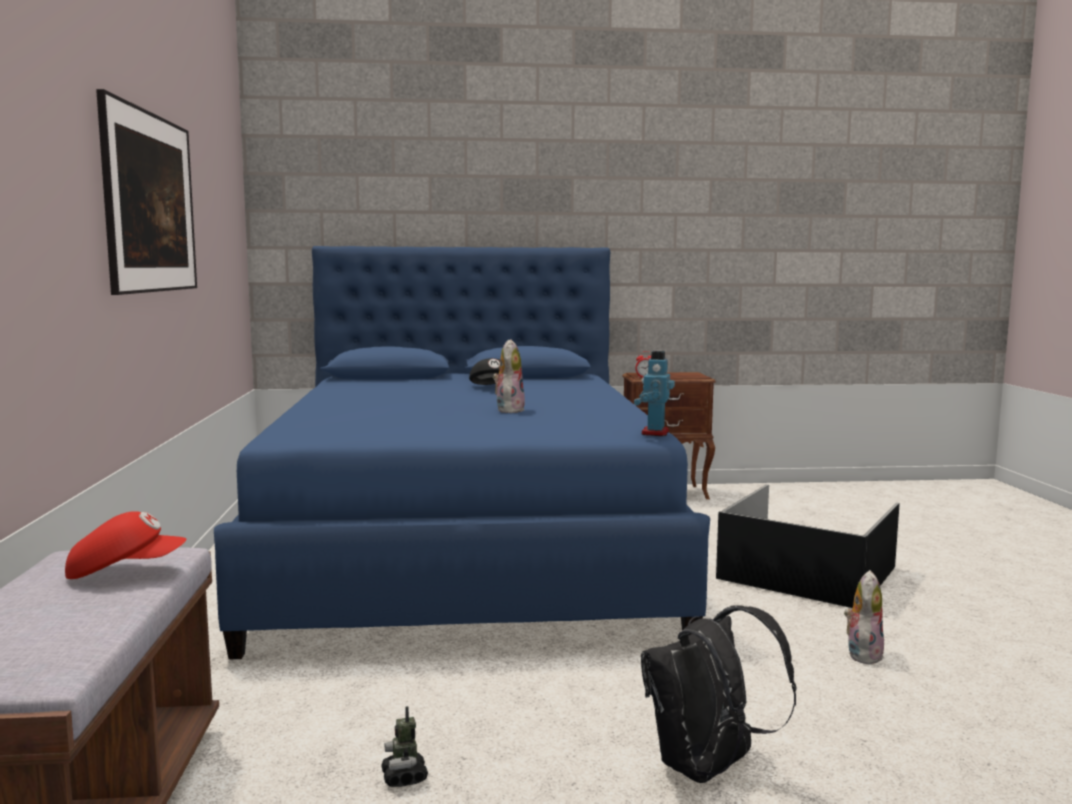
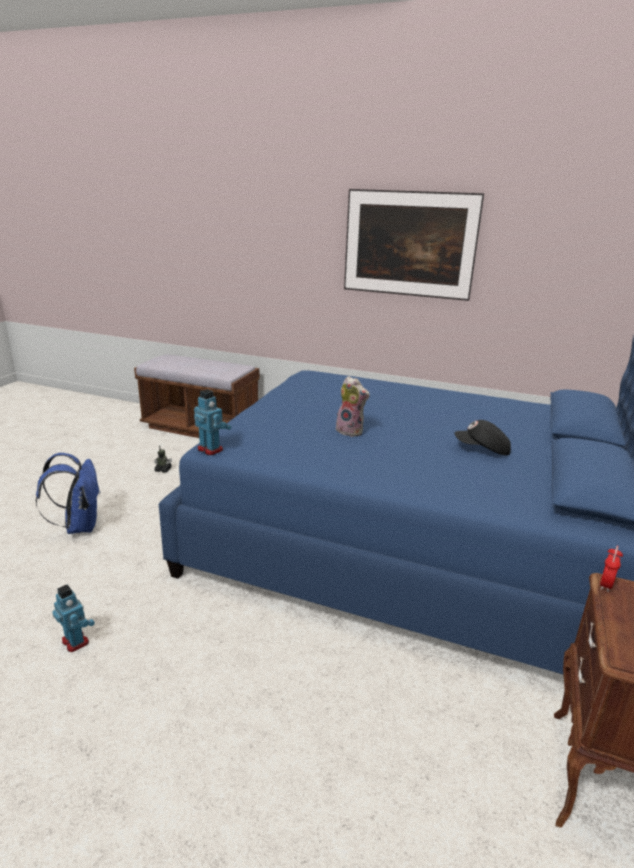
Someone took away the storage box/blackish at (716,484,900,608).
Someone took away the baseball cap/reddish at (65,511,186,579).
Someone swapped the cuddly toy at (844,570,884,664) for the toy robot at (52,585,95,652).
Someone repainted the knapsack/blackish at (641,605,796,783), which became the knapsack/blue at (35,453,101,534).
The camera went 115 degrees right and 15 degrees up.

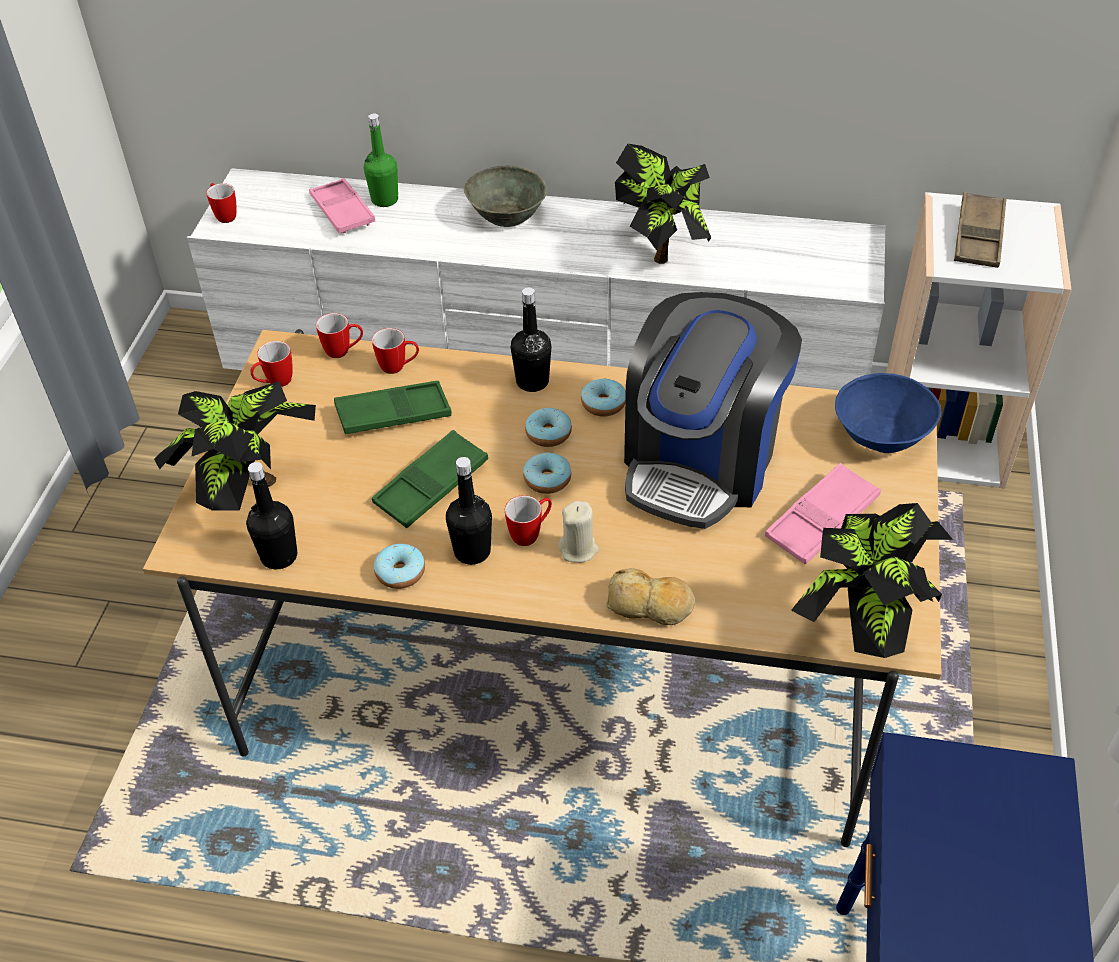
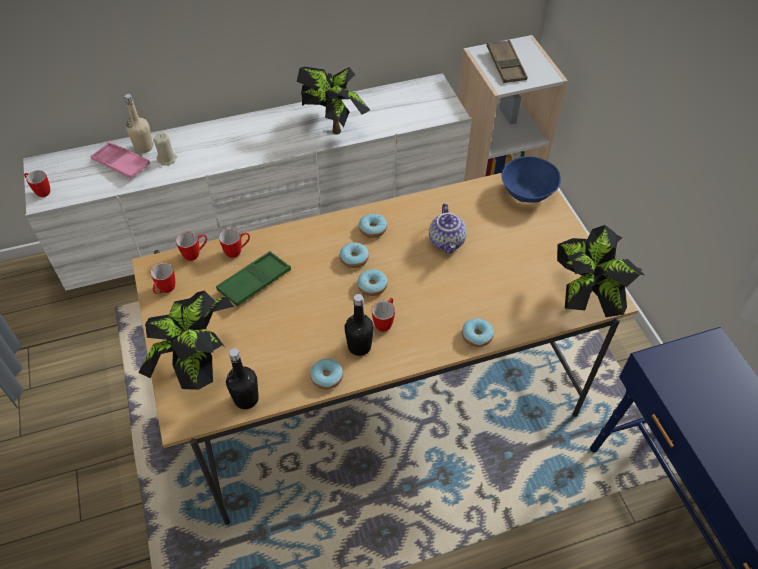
Someone repainted the beverage bottle/green-coloured at (364,114,398,207), which became the beverage bottle/beige at (124,94,153,153).
Someone took away the serving bowl/grey at (464,166,547,227).
Someone took away the beverage bottle/blackish at (511,288,551,392).
Someone swapped the coffee machine at (624,292,802,529) for the teapot at (429,203,467,254).
Someone took away the serving tray/green-coloured at (372,430,488,528).
Someone took away the serving tray/pink-coloured at (765,463,881,564).
Someone carried the wax light/beige from (559,501,599,563) to (153,132,177,166).
Someone swapped the bread at (607,568,695,625) for the doughnut at (462,318,494,347).
The camera went 30 degrees left and 5 degrees up.

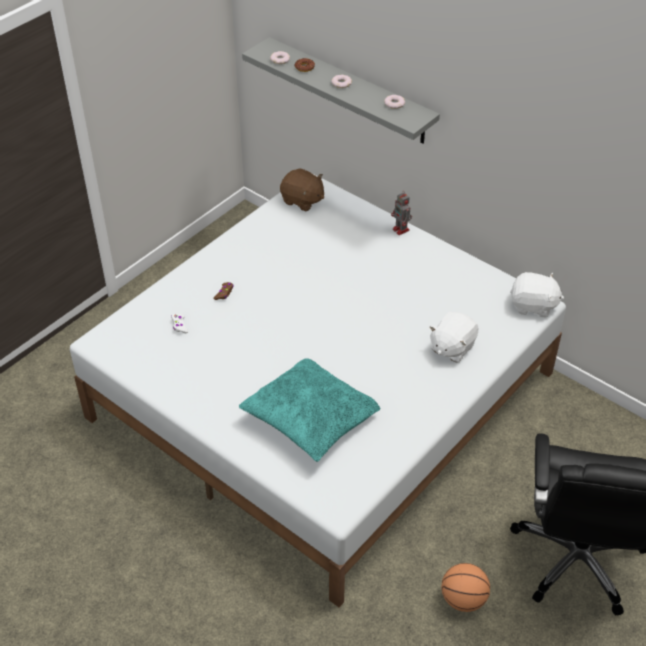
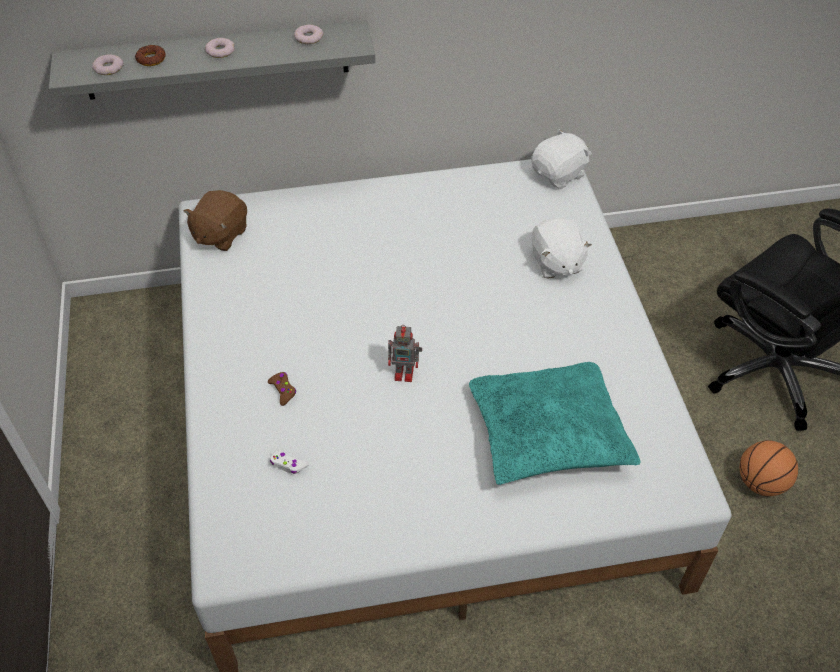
Someone rotated the cuddly toy/brownish at (280,168,324,211) by 135 degrees clockwise.
Someone carried the toy robot from (391,192,412,235) to (388,325,422,382).
The camera went 50 degrees left and 5 degrees up.

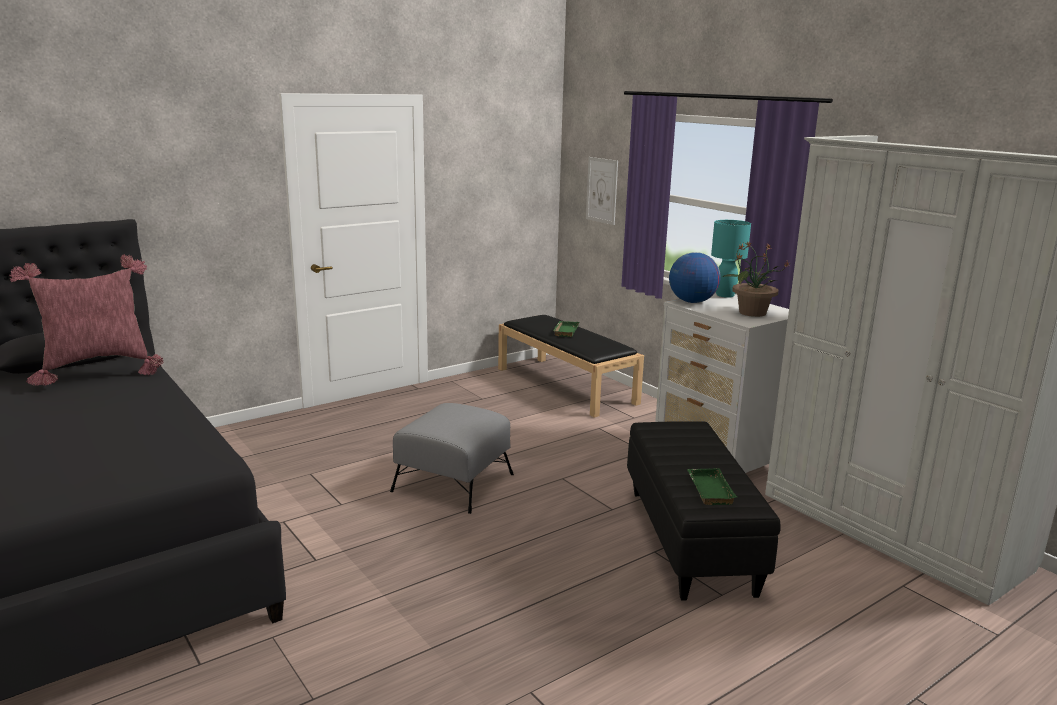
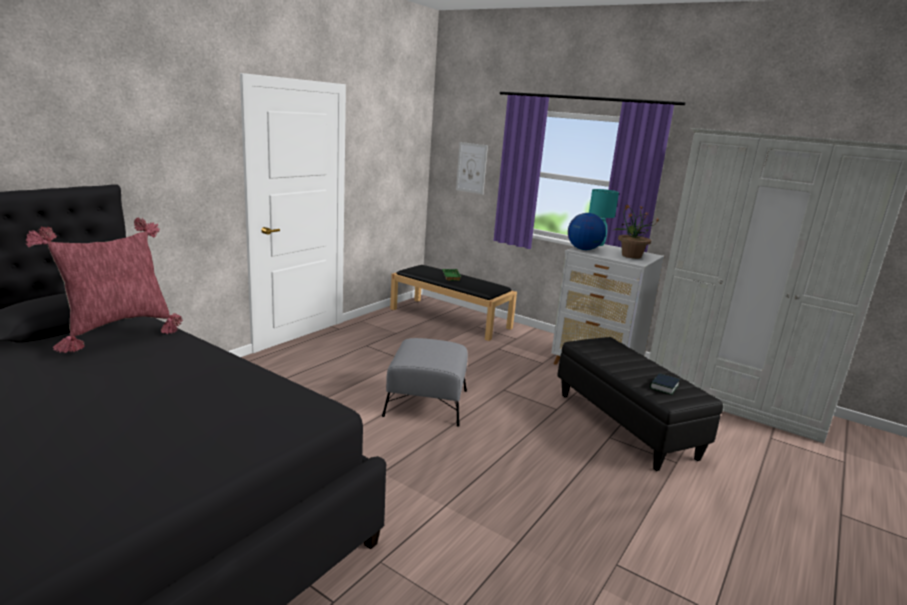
Someone swapped the serving tray/green-coloured at (687,468,737,505) for the book at (650,373,680,395).
The camera went 20 degrees left and 0 degrees up.

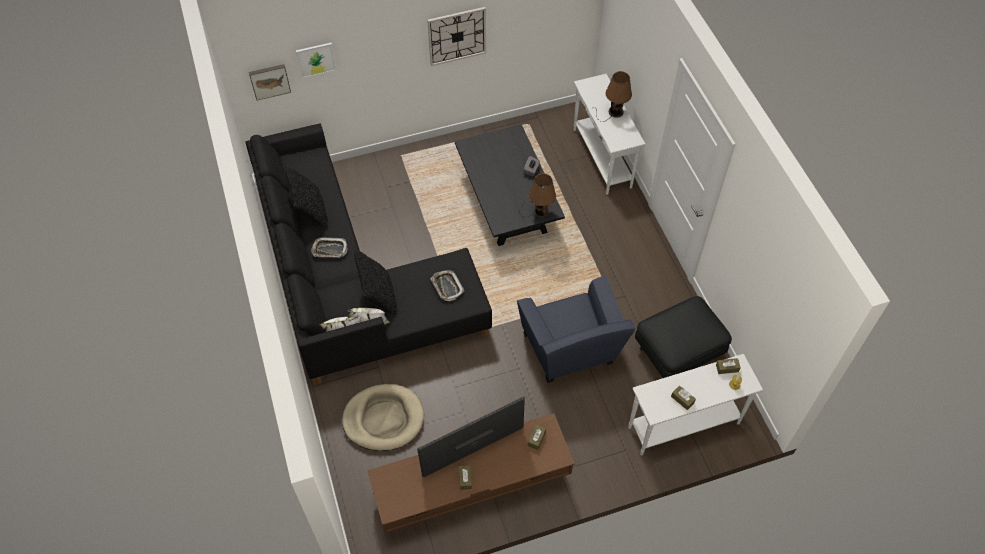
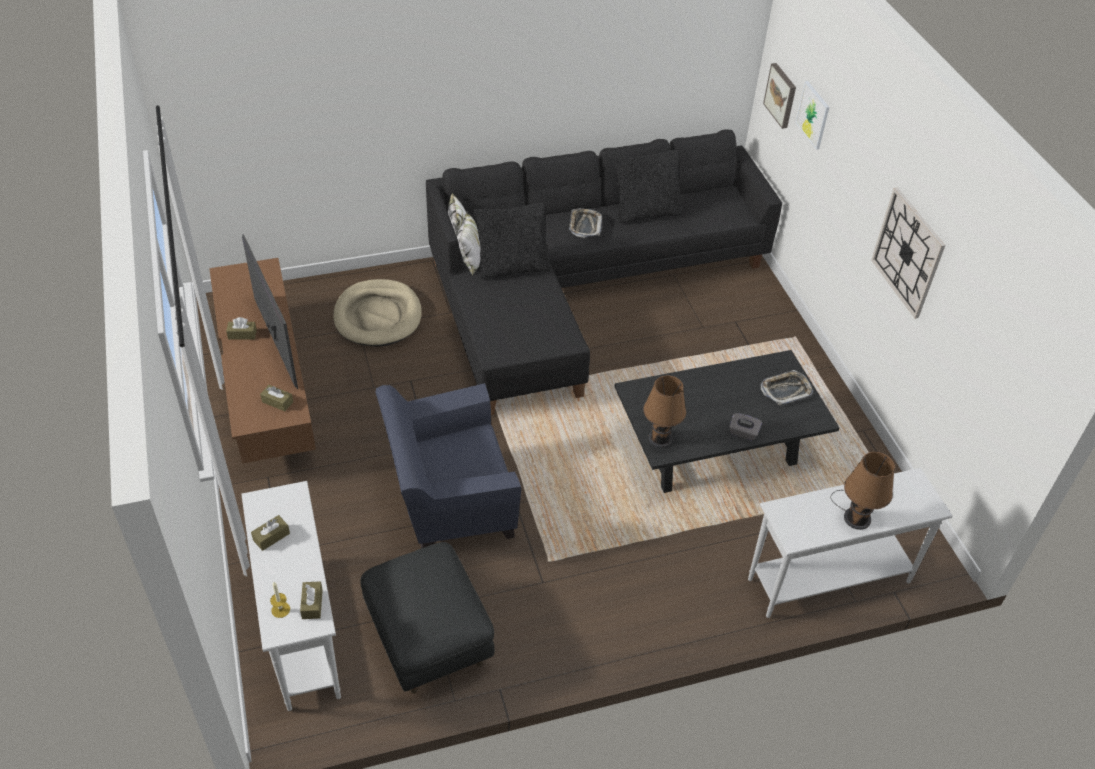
Someone carried the serving tray from (430,270,464,301) to (761,370,813,405).
The camera went 90 degrees right and 10 degrees down.

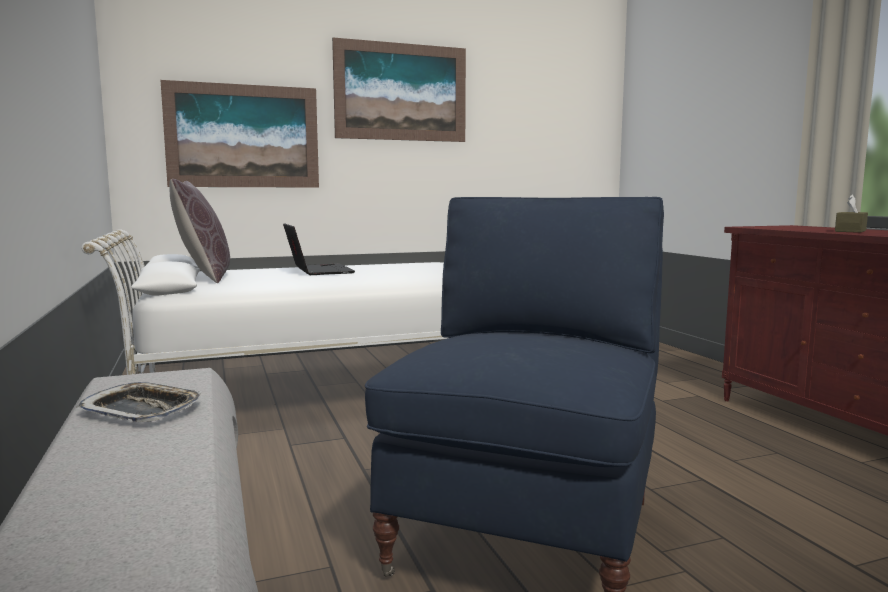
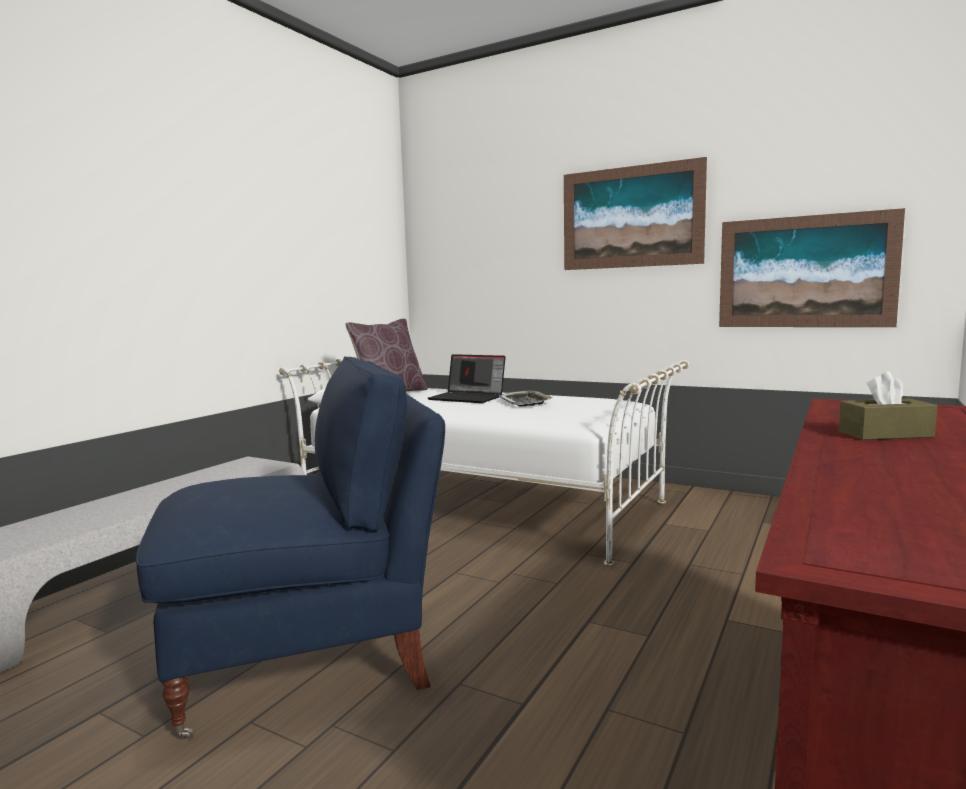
Someone carried the wall picture from (161,80,319,188) to (719,208,905,327).
Someone rotated the notebook computer at (283,223,355,275) by 90 degrees clockwise.
Someone carried the serving tray from (76,382,202,422) to (499,391,553,407).
The camera went 50 degrees right and 0 degrees up.

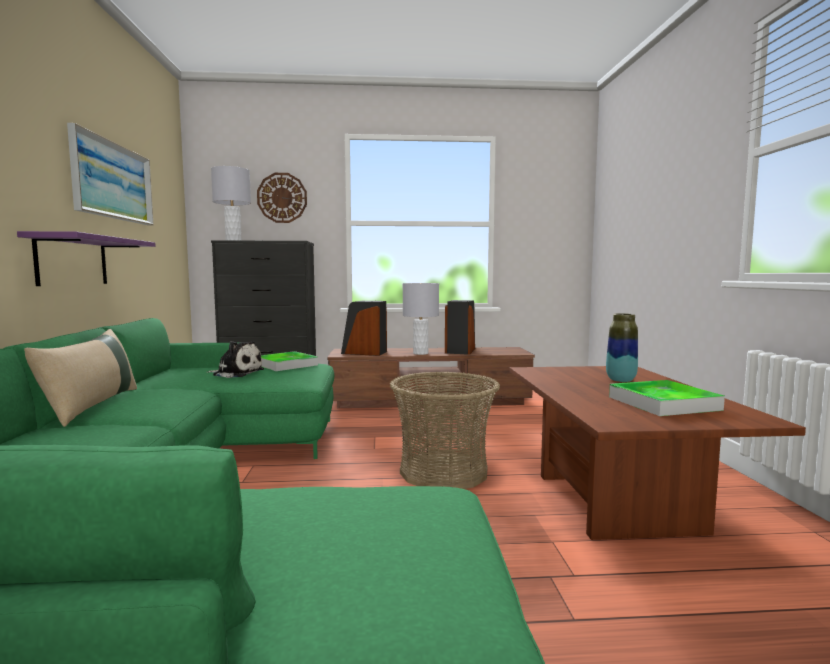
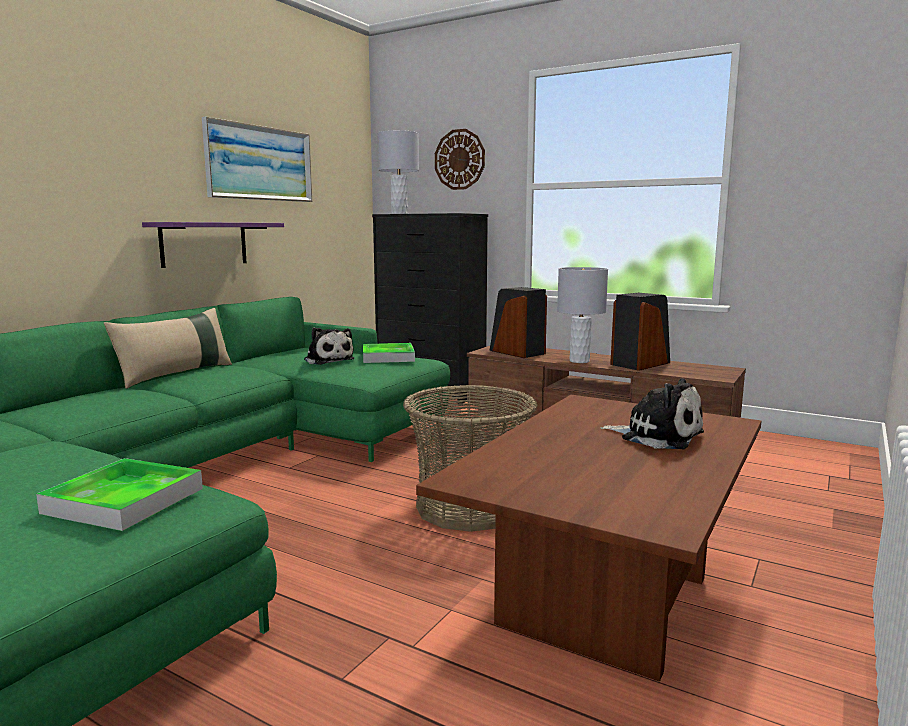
Someone swapped the decorative vase at (606,313,638,382) for the cuddly toy at (600,378,704,449).
Someone carried the serving tray from (609,380,725,416) to (36,458,203,531).
The camera went 35 degrees right and 5 degrees up.

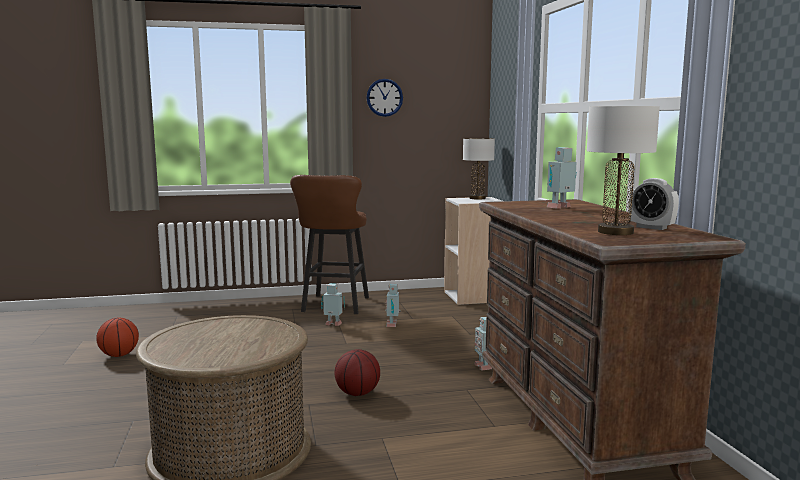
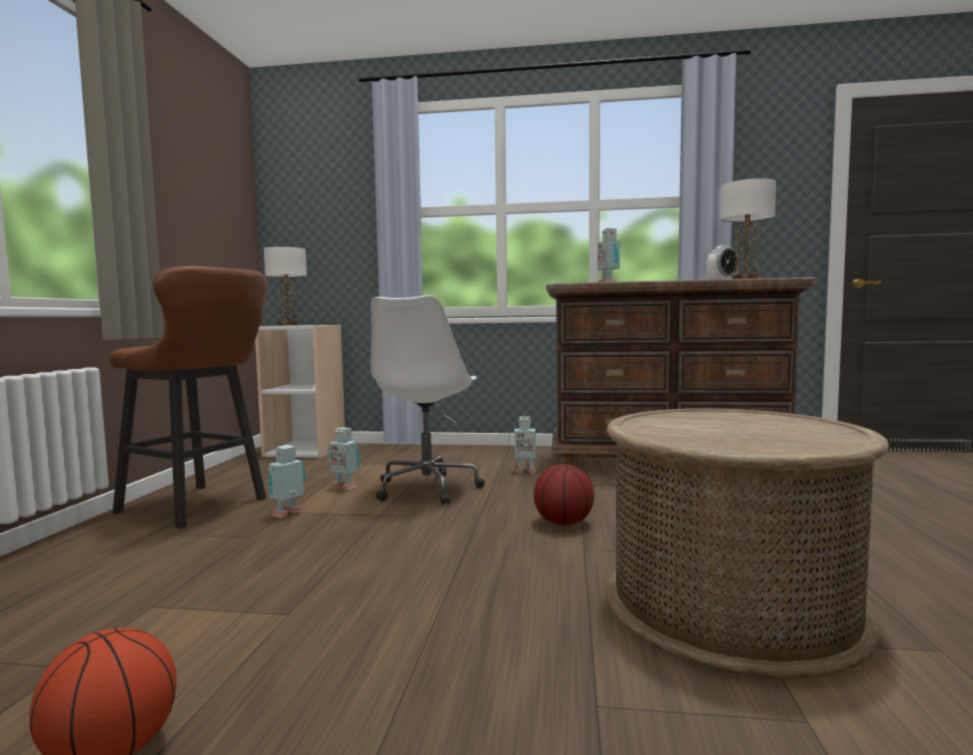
Someone took away the clock on the wall at (366,79,403,117).
Someone put down the computer chair/white-coloured at (371,295,485,505).
The camera went 70 degrees left and 5 degrees down.

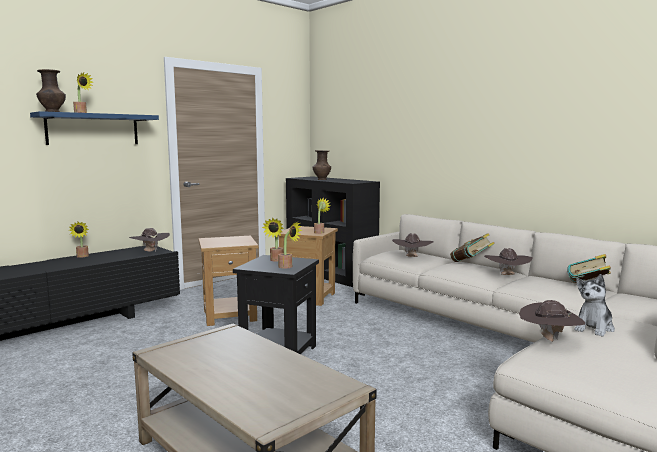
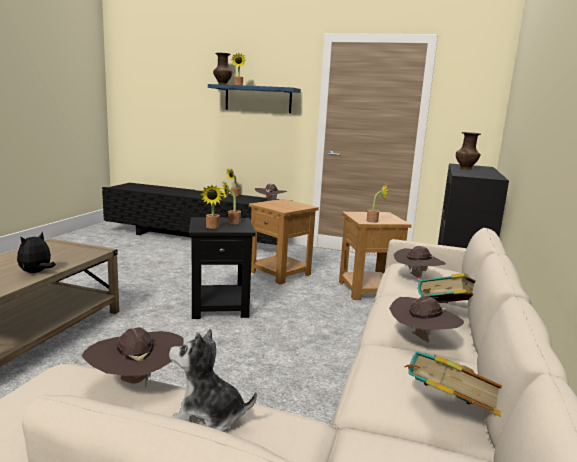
Someone put down the cuddly toy at (17,232,56,273).
The camera went 60 degrees right and 5 degrees up.

